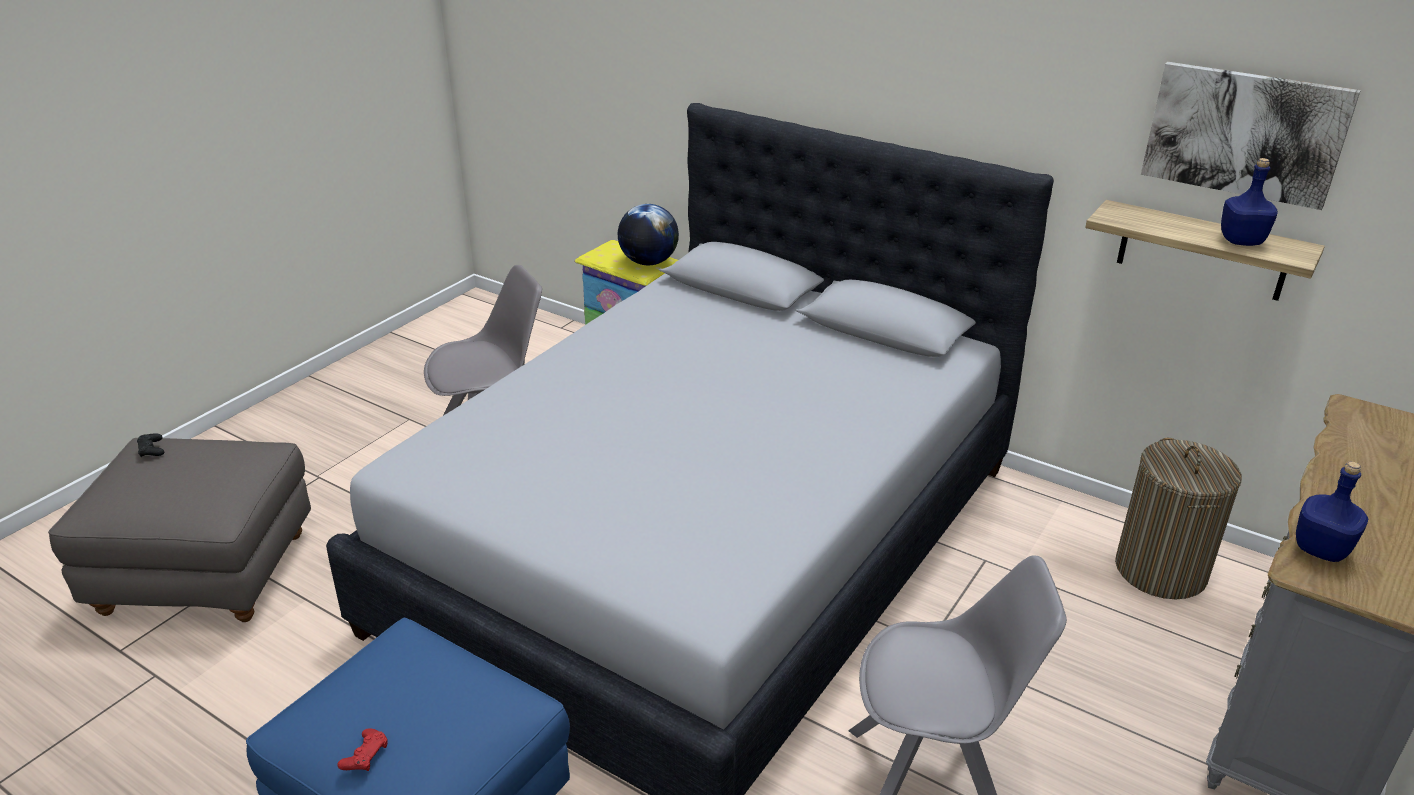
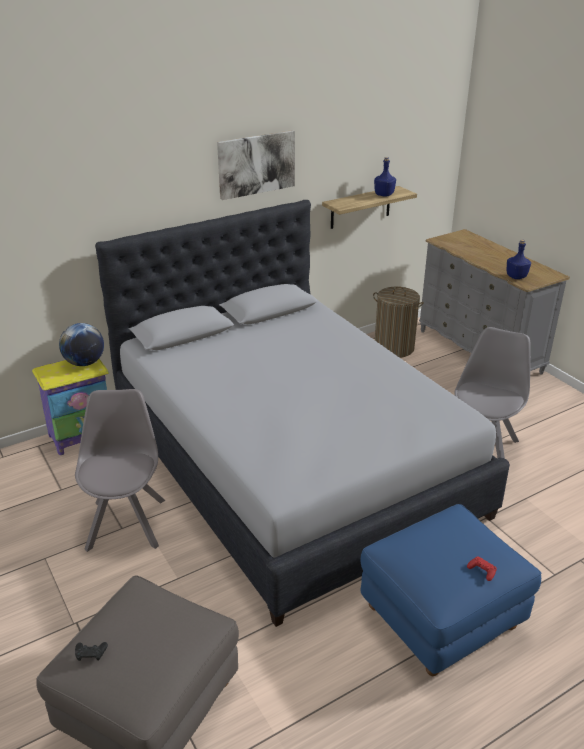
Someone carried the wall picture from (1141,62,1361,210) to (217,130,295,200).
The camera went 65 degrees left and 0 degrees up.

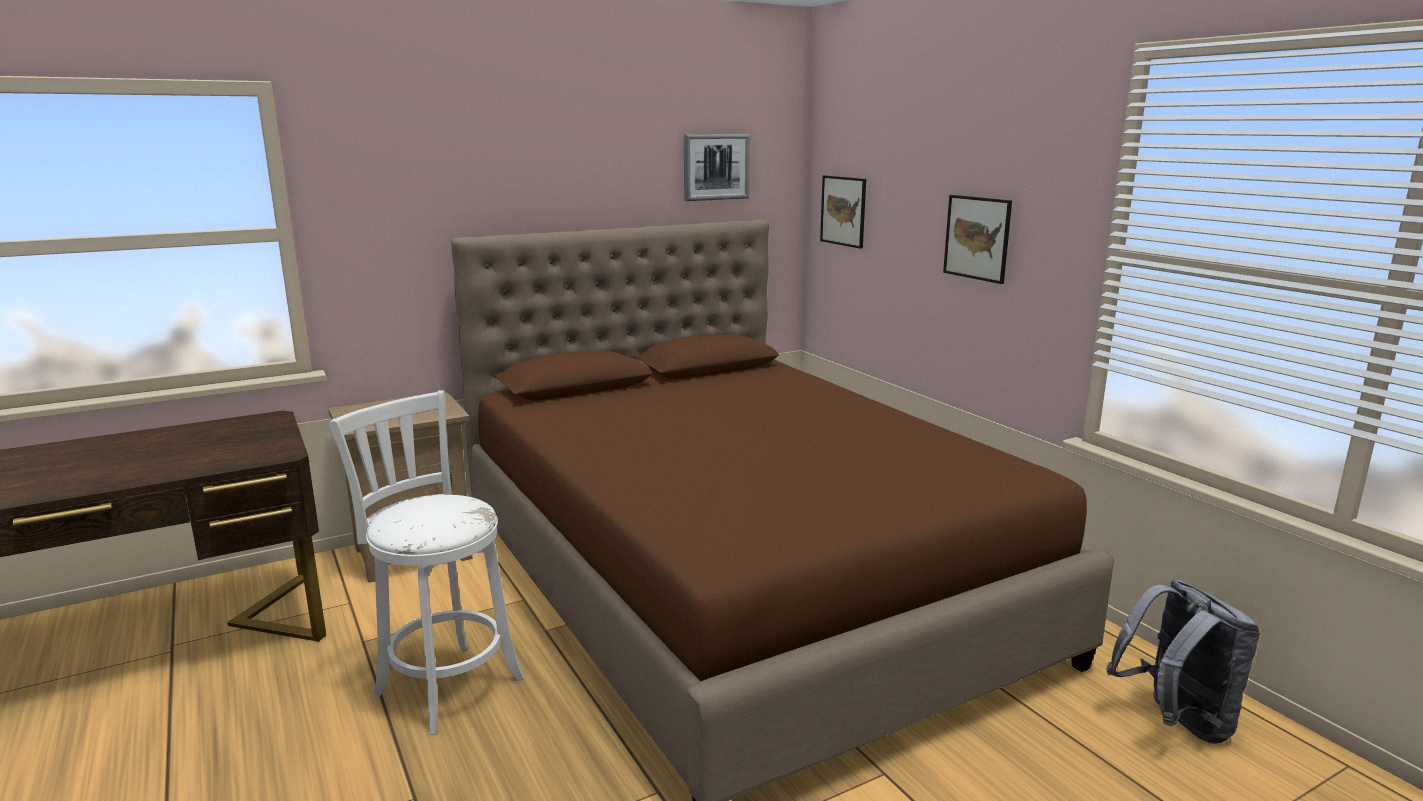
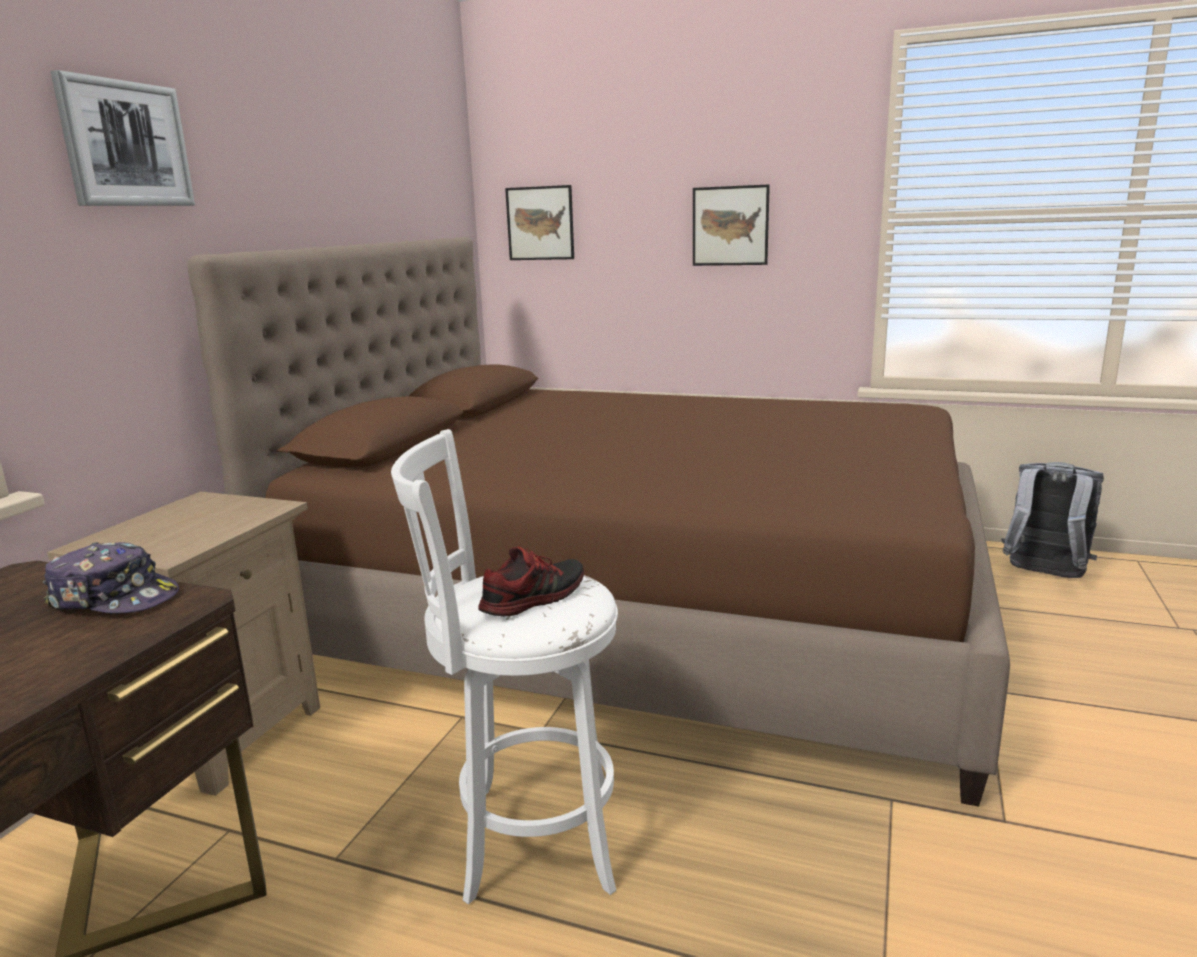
Someone carried the wall picture from (684,134,750,201) to (51,70,195,206).
Someone put down the baseball cap at (43,542,179,614).
Someone put down the shoe at (478,547,584,616).
The camera went 40 degrees left and 0 degrees up.

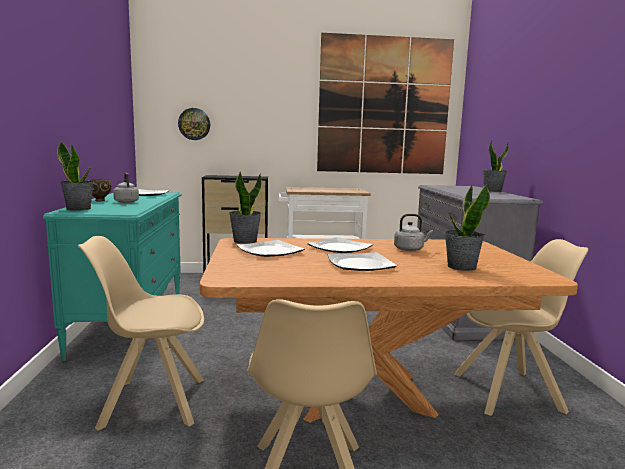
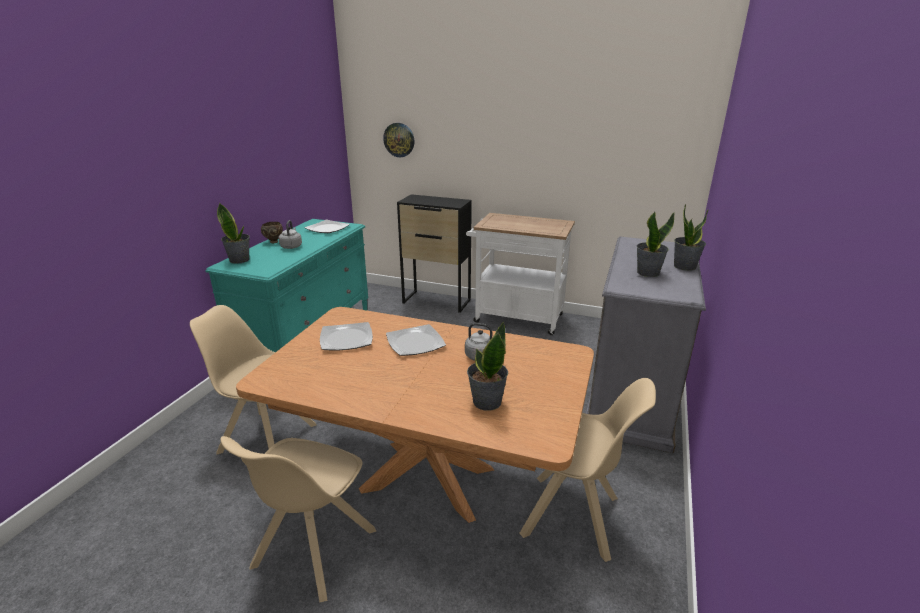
Someone took away the wall picture at (317,33,454,174).
Someone carried the plant in a pot from (229,171,262,244) to (636,211,675,277).
Someone took away the dinner plate at (327,252,397,271).
The camera went 25 degrees right and 15 degrees up.

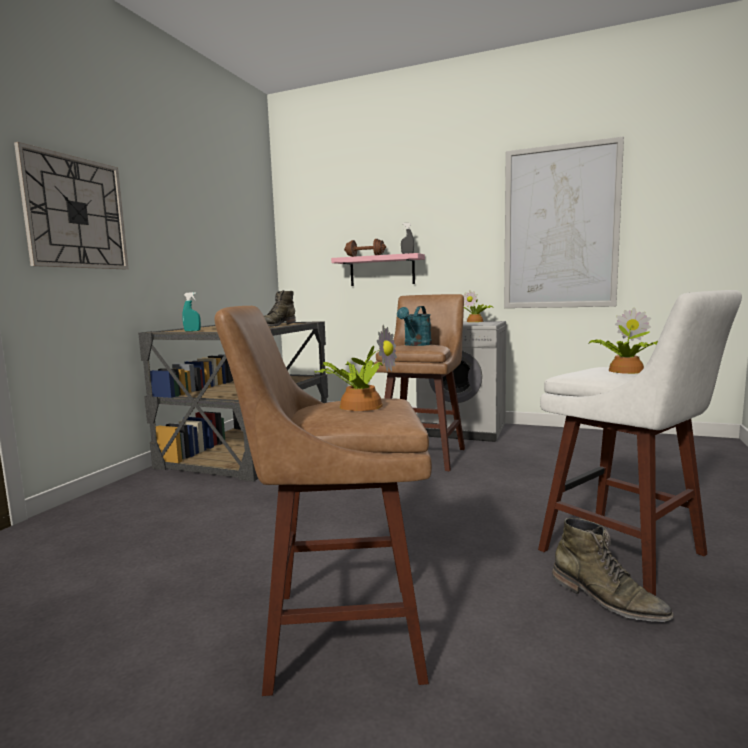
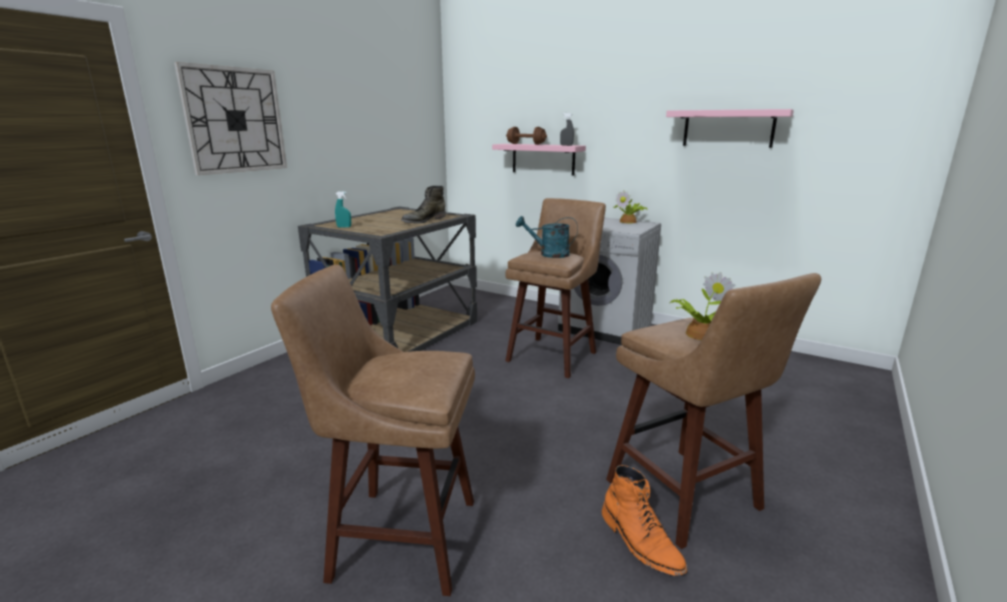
Someone swapped the wall picture at (504,136,624,308) for the bracket shelf/pink-coloured at (666,109,794,148).
Someone repainted the stool/white-coloured at (538,290,742,596), which became the stool/brownish at (606,273,821,549).
Someone rotated the watering pot/blue-green at (397,306,432,346) by 60 degrees clockwise.
Someone took away the plant in a pot at (314,325,397,411).
Someone repainted the boot/green-coloured at (552,518,674,622), which became the boot/orange at (602,465,687,576).
The camera went 10 degrees right and 10 degrees up.

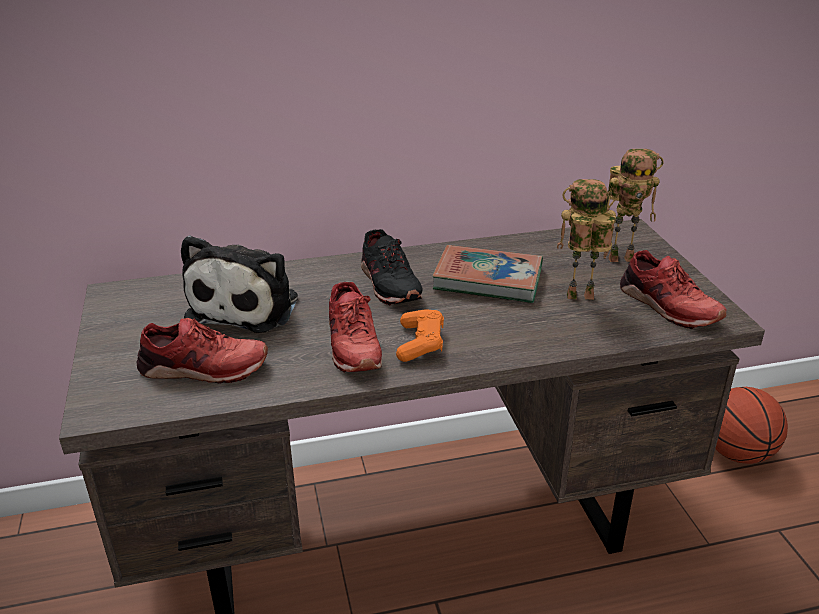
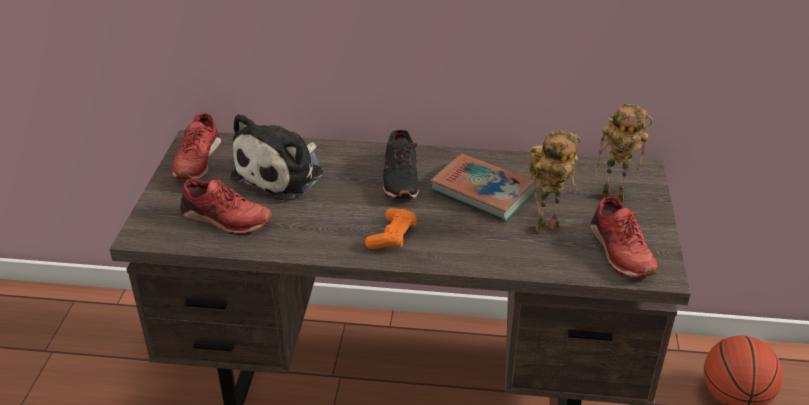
Someone rotated the toy robot at (557,179,616,299) by 135 degrees clockwise.
Someone carried the shoe/reddish from (329,282,382,373) to (172,113,221,179).
The camera went 20 degrees right and 5 degrees up.

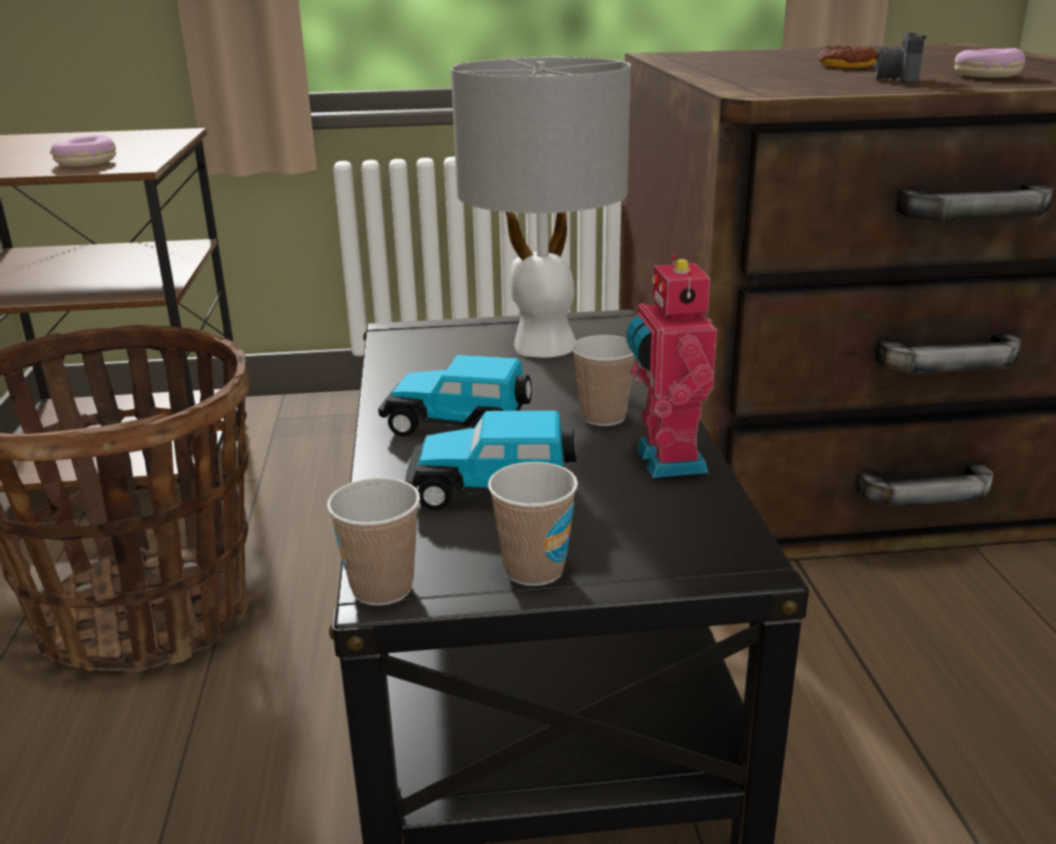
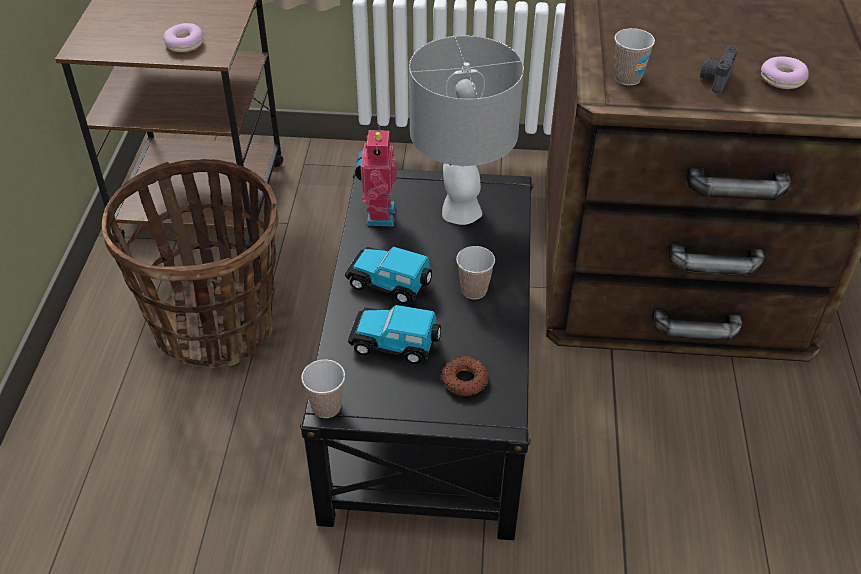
Someone carried the doughnut from (818,45,878,68) to (440,356,489,396).
Someone carried the toy robot from (626,255,717,478) to (355,126,396,227).
Someone carried the cup from (488,462,578,586) to (614,28,655,85).
The camera went 10 degrees right and 20 degrees up.

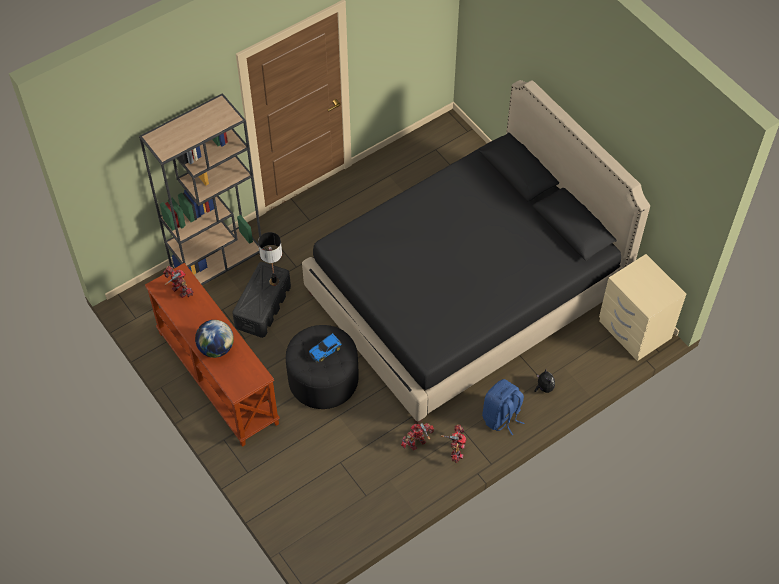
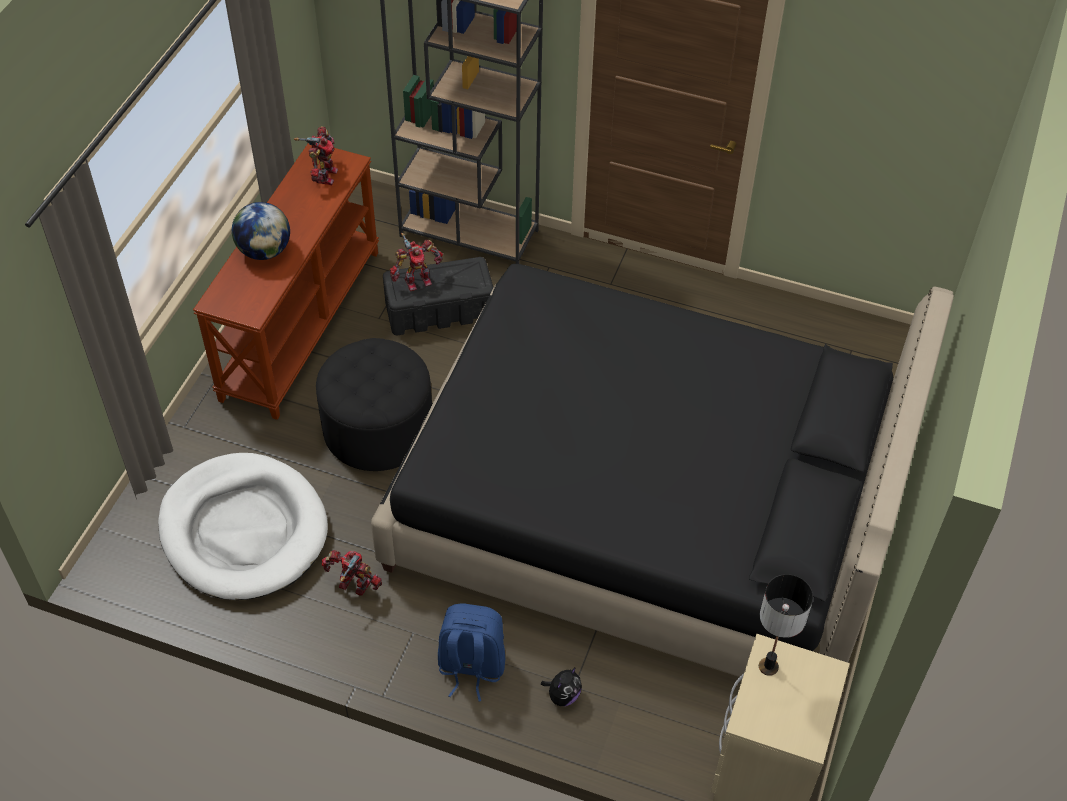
Someone carried the table lamp from (258,232,282,286) to (759,574,813,676).
Someone took away the toy car at (309,333,342,363).
Someone carried the toy robot from (441,425,466,463) to (390,233,443,291).
Someone put down the dog cushion/white-coloured at (158,453,328,600).
The camera went 55 degrees right and 5 degrees down.

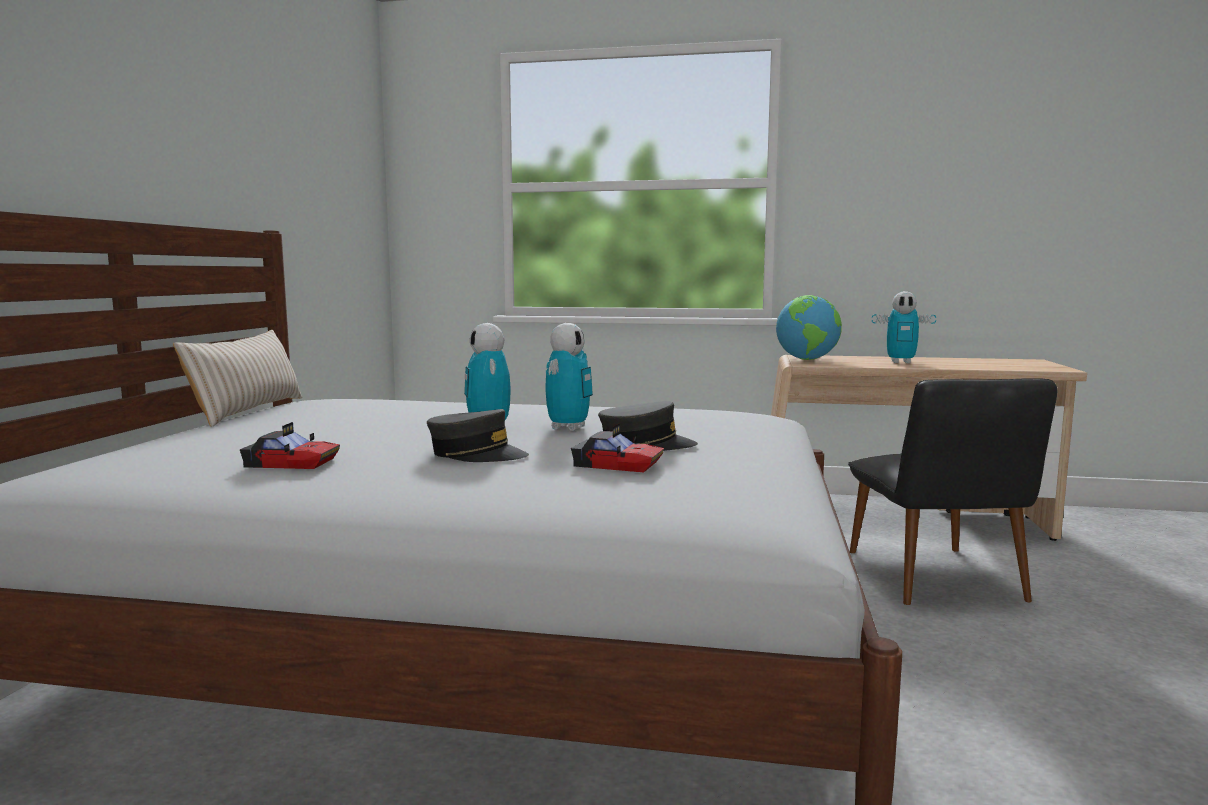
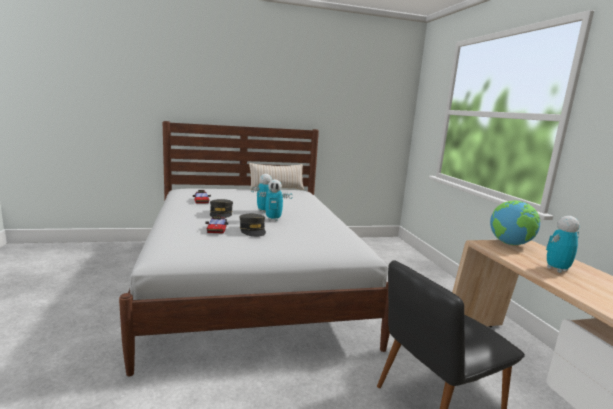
Someone rotated the toy robot at (872,291,936,363) by 75 degrees clockwise.
The camera went 65 degrees right and 5 degrees up.

